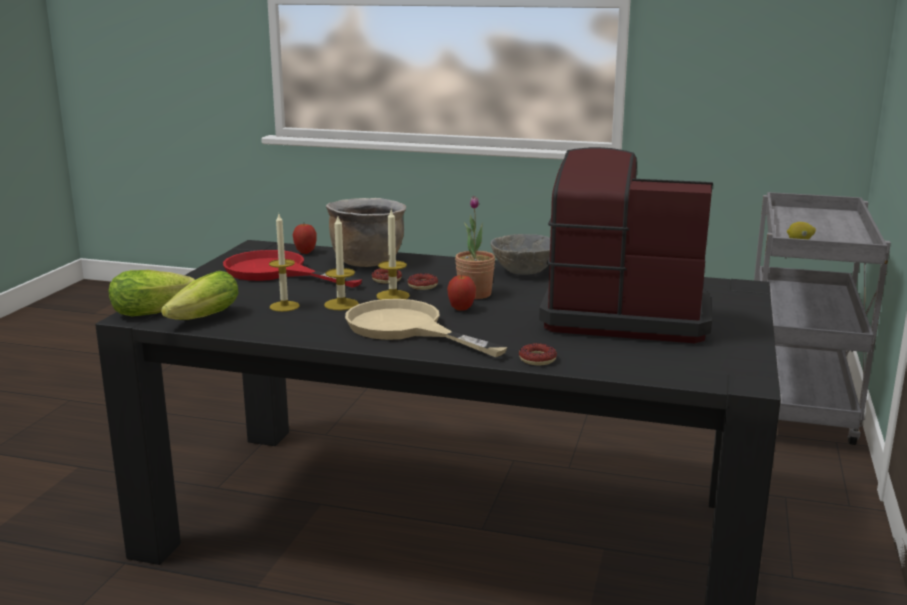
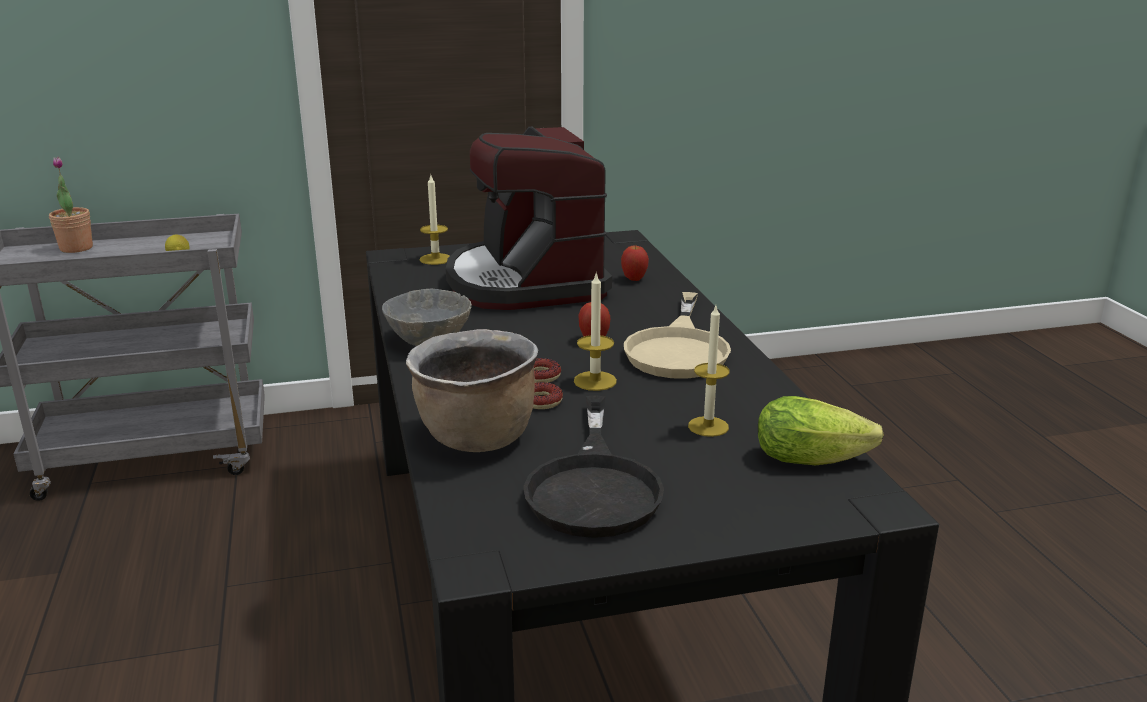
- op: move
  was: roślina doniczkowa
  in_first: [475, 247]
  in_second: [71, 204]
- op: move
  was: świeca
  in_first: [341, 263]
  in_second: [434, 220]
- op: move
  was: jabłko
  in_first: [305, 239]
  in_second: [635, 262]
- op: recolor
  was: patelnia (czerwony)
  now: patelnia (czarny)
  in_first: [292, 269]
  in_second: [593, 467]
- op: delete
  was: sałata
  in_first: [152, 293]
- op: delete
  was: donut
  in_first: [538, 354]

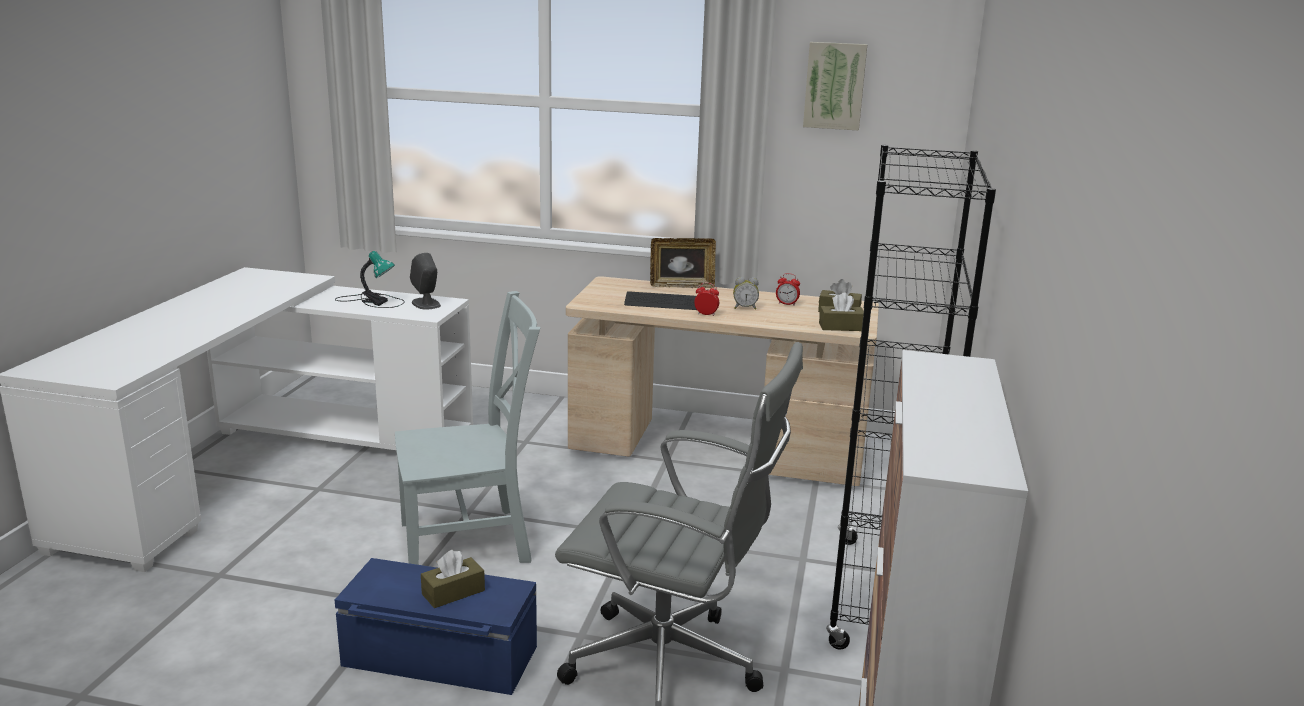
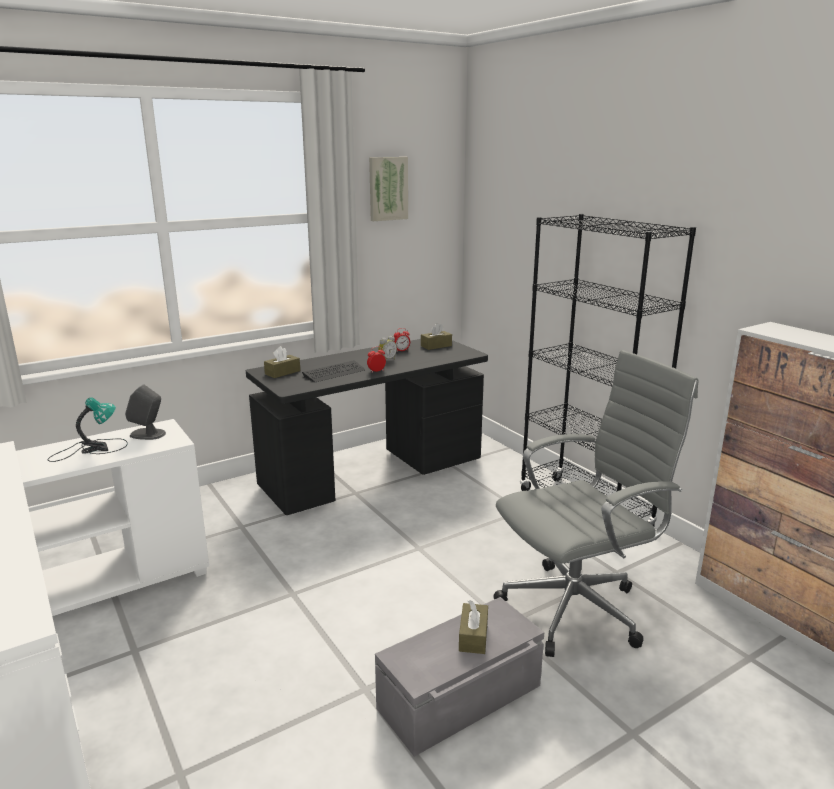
- op: delete
  was: ramka na zdjęcie
  in_first: [683, 263]
- op: recolor
  was: biurko (beżowy)
  now: biurko (czarny)
  in_first: [722, 381]
  in_second: [367, 427]
- op: delete
  was: krzesło (szary)
  in_first: [468, 428]
- op: move
  was: pudełko chusteczek (brązowy)
  in_first: [841, 311]
  in_second: [282, 362]
- op: recolor
  was: pojemnik do przechowywania (niebieski)
  now: pojemnik do przechowywania (szary)
  in_first: [436, 626]
  in_second: [459, 677]

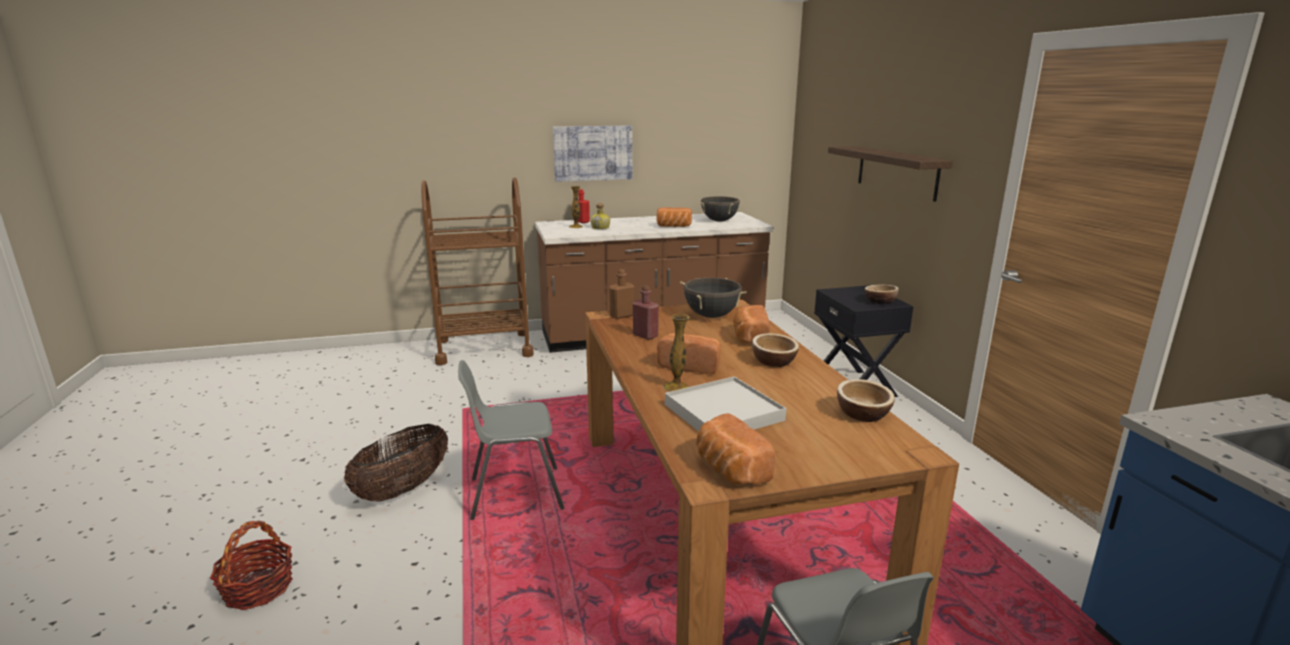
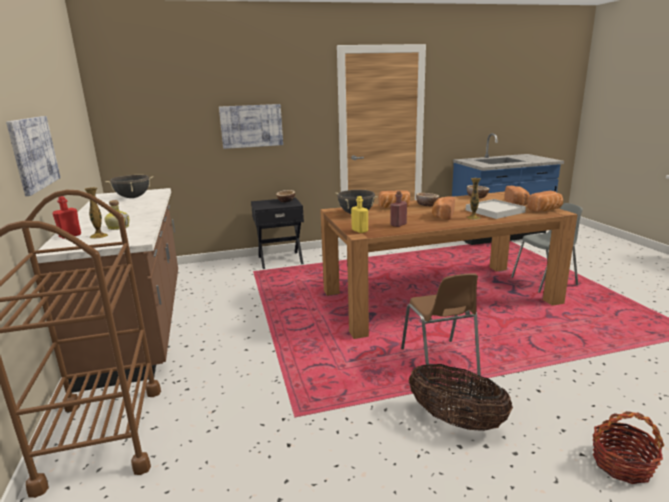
- op: replace
  was: półka
  now: obraz
  in_first: [890, 174]
  in_second: [251, 126]
- op: move
  was: chleb
  in_first: [674, 217]
  in_second: [517, 196]
- op: recolor
  was: butelka (brązowy)
  now: butelka (żółty)
  in_first: [621, 294]
  in_second: [359, 214]
- op: recolor
  was: krzesło (szary)
  now: krzesło (brązowy)
  in_first: [511, 440]
  in_second: [441, 328]

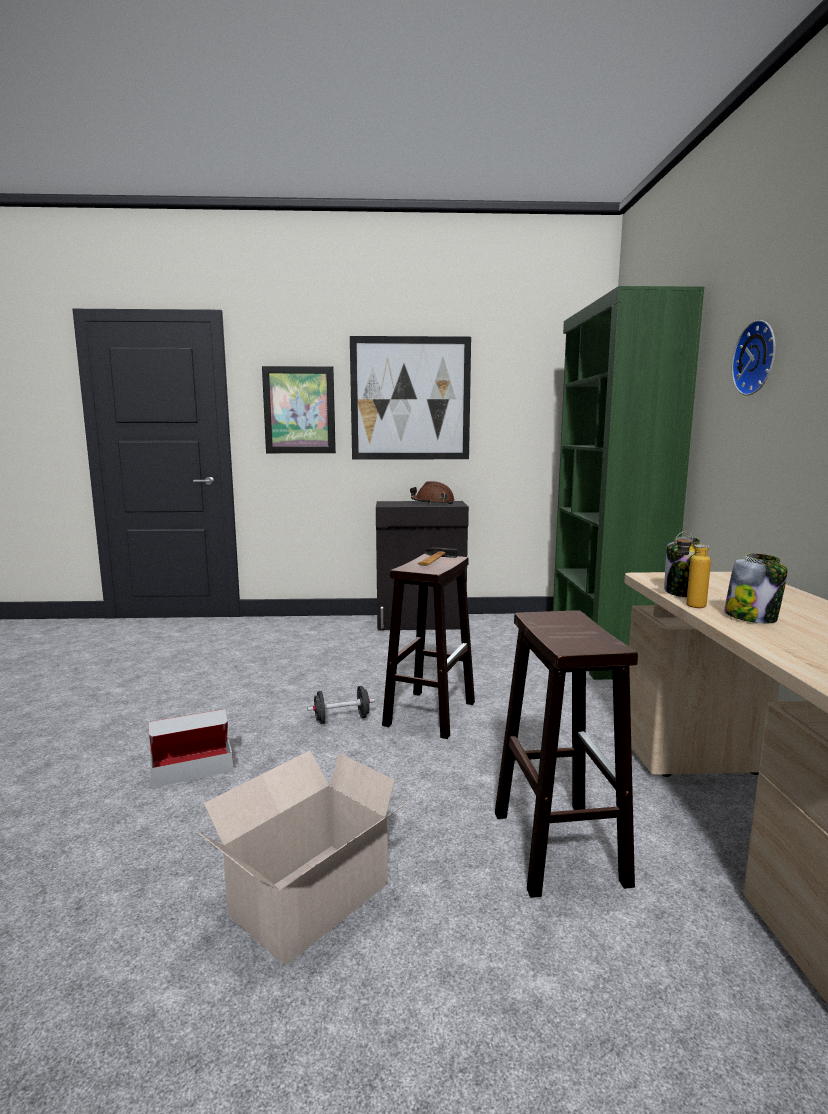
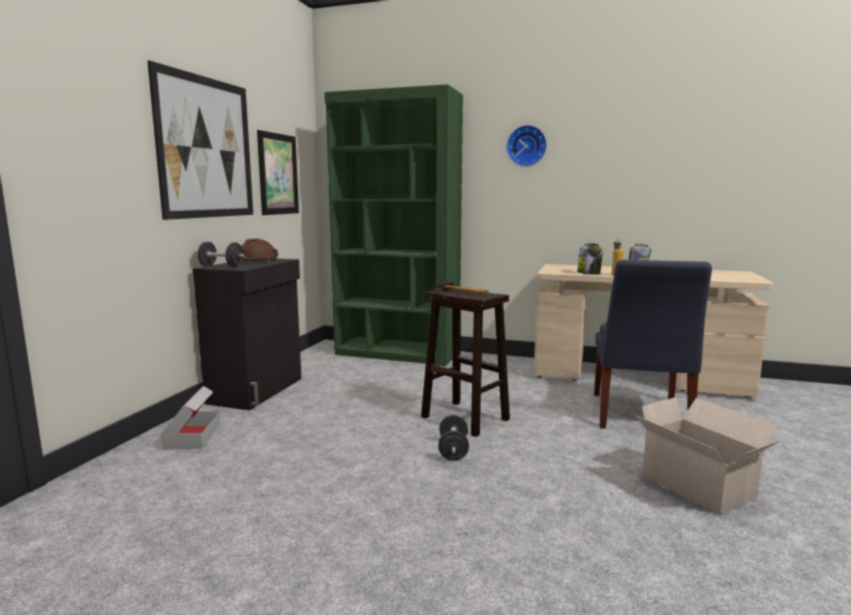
- op: move
  was: obraz
  in_first: [299, 409]
  in_second: [278, 172]
- op: replace
  was: stołek (brązowy)
  now: krzesło (niebieski)
  in_first: [566, 754]
  in_second: [653, 344]
- op: move
  was: karton
  in_first: [190, 748]
  in_second: [190, 418]
- op: insert
  now: hantel (czarny)
  in_second: [221, 255]

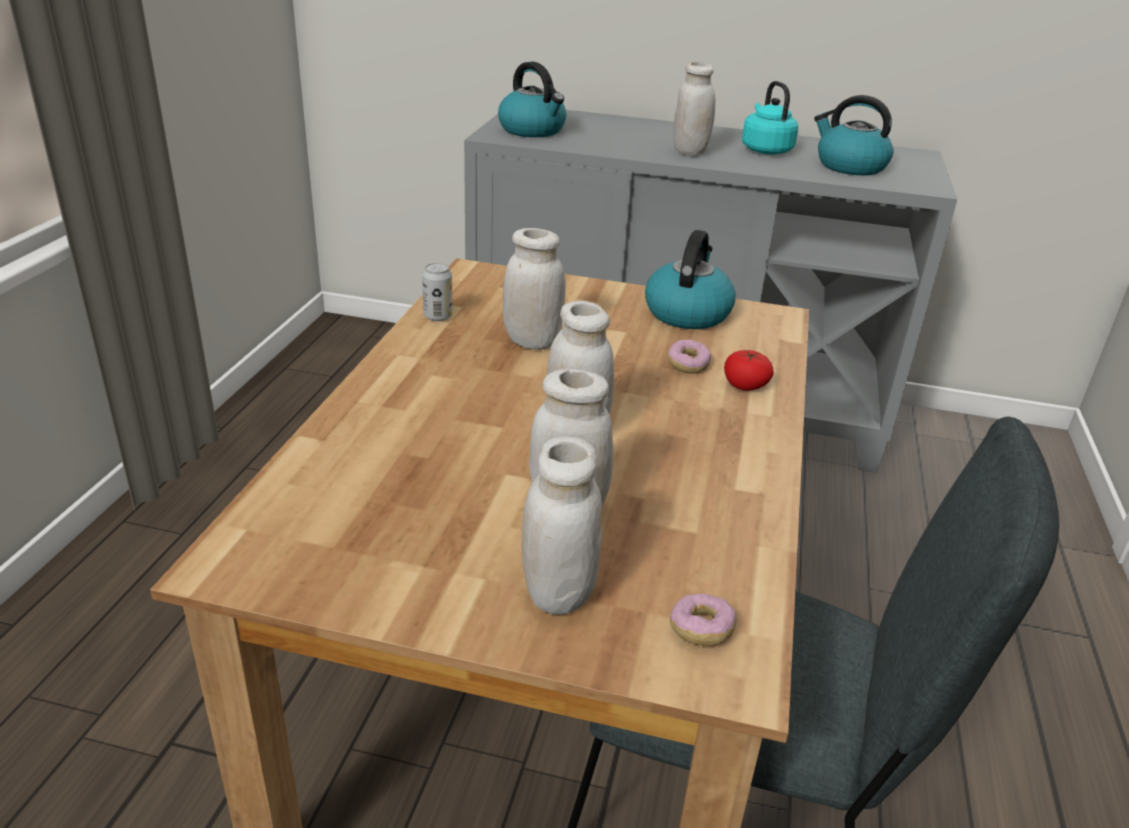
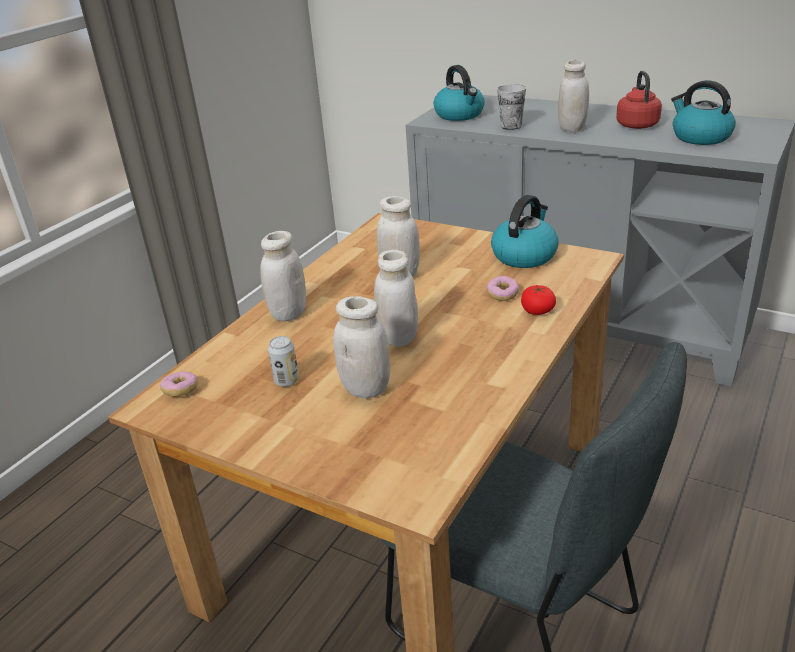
- op: recolor
  was: czajnik (turkusowy)
  now: czajnik (czerwony)
  in_first: [770, 118]
  in_second: [639, 100]
- op: move
  was: puszka
  in_first: [437, 292]
  in_second: [283, 361]
- op: move
  was: słoik (biały)
  in_first: [562, 525]
  in_second: [283, 276]
- op: move
  was: donut
  in_first: [703, 619]
  in_second: [179, 384]
- op: insert
  now: filiżanka
  in_second: [511, 107]

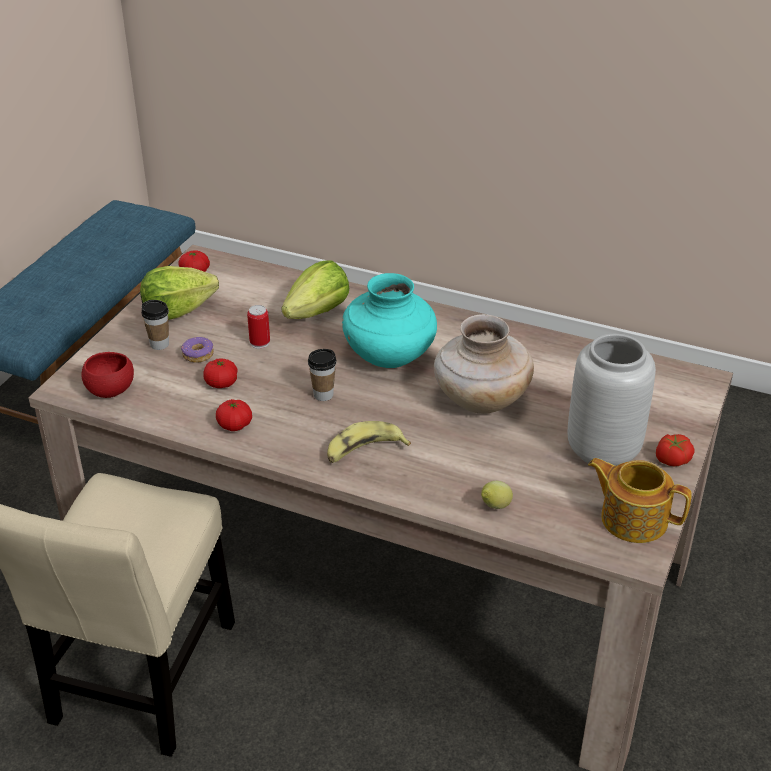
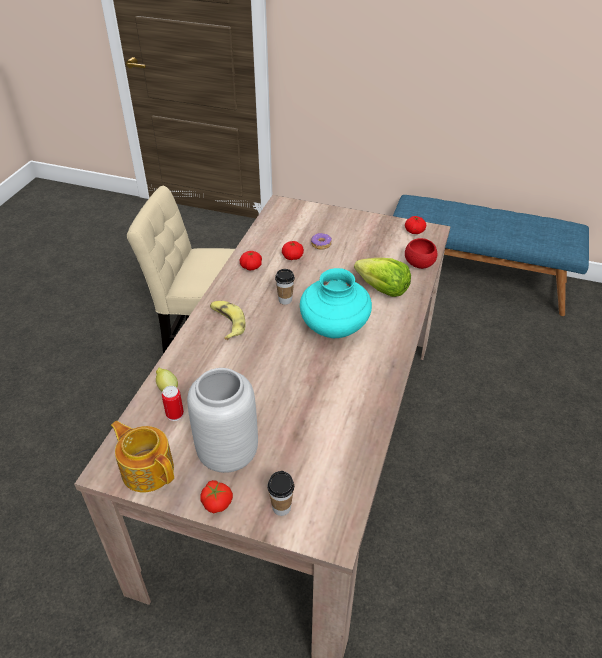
- op: delete
  was: sałata
  in_first: [179, 293]
- op: move
  was: filiżanka
  in_first: [155, 325]
  in_second: [280, 493]
- op: move
  was: puszka
  in_first: [258, 327]
  in_second: [173, 403]
- op: delete
  was: wazon (beżowy)
  in_first: [484, 364]
- op: move
  was: miska (czerwony)
  in_first: [107, 375]
  in_second: [421, 253]
- op: rotate
  was: imbryk
  in_first: [640, 500]
  in_second: [142, 457]
  clockwise: -75

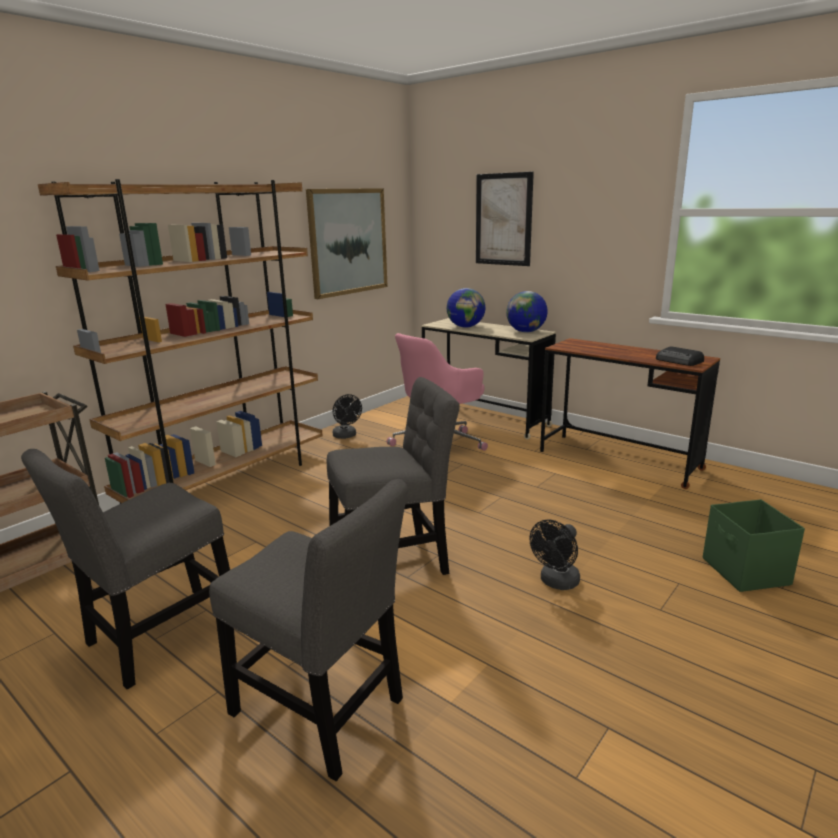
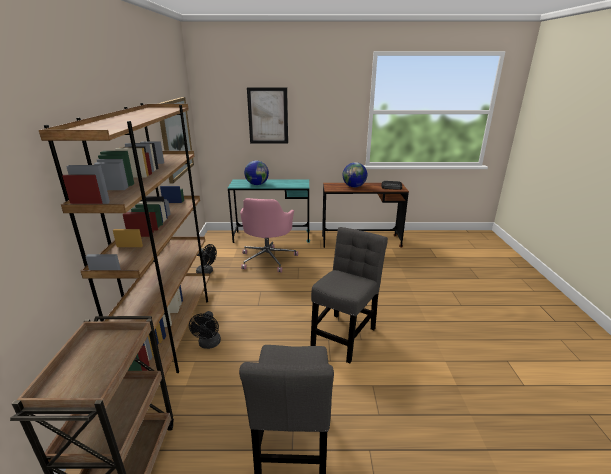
- op: move
  was: globus
  in_first: [527, 311]
  in_second: [355, 174]
- op: recolor
  was: biurko (beżowy)
  now: biurko (turkusowy)
  in_first: [488, 379]
  in_second: [269, 211]
- op: delete
  was: krzesło (szary)
  in_first: [308, 630]
- op: delete
  was: pojemnik do przechowywania (zielony)
  in_first: [754, 545]
- op: move
  was: wentylator (czarny)
  in_first: [554, 554]
  in_second: [205, 330]

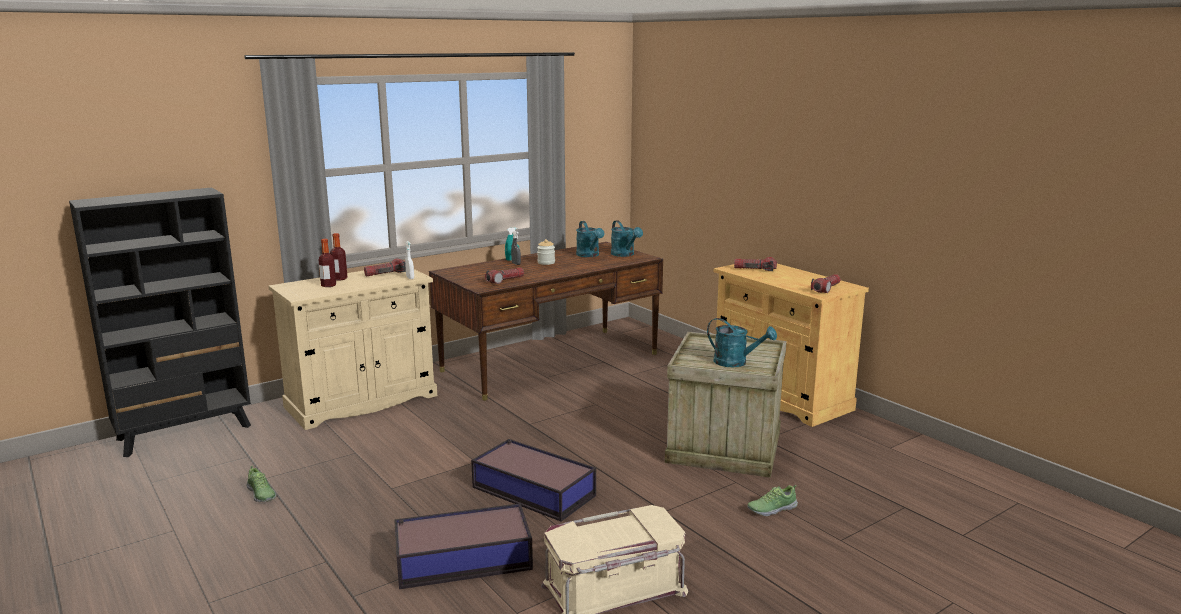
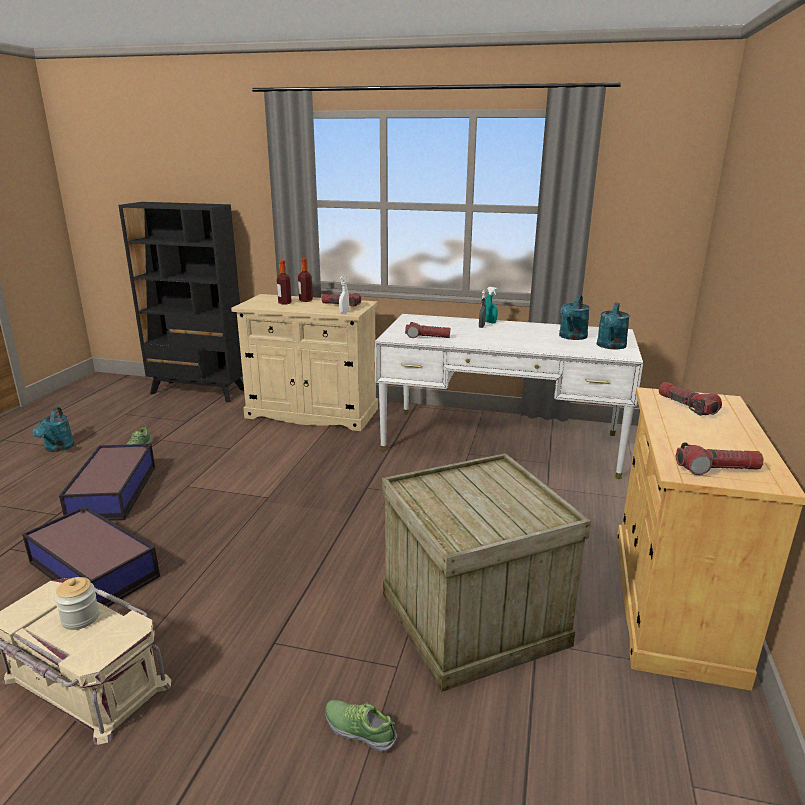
- op: move
  was: słoik
  in_first: [546, 252]
  in_second: [77, 603]
- op: recolor
  was: biurko (brązowy)
  now: biurko (biały)
  in_first: [546, 321]
  in_second: [509, 396]
- op: move
  was: konewka (turkusowy)
  in_first: [742, 342]
  in_second: [53, 429]
- op: move
  was: pojemnik do przechowywania
  in_first: [533, 480]
  in_second: [107, 482]

